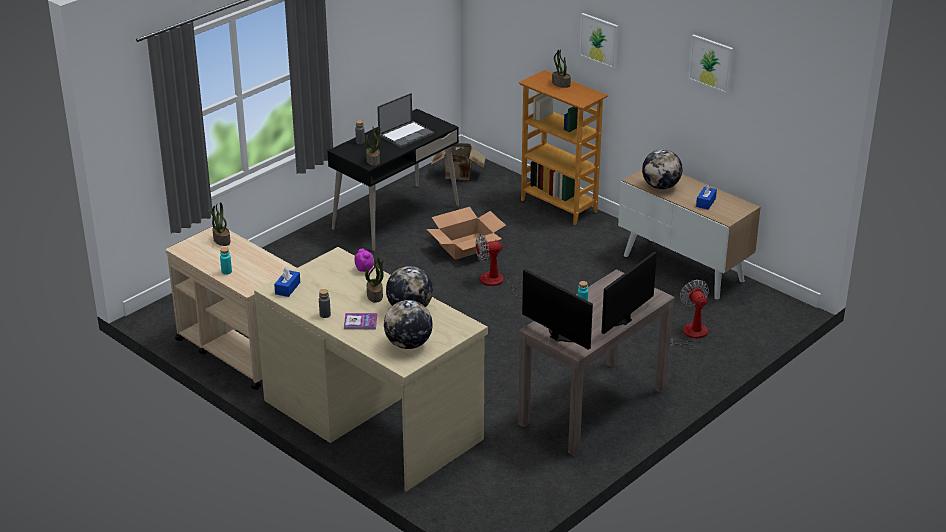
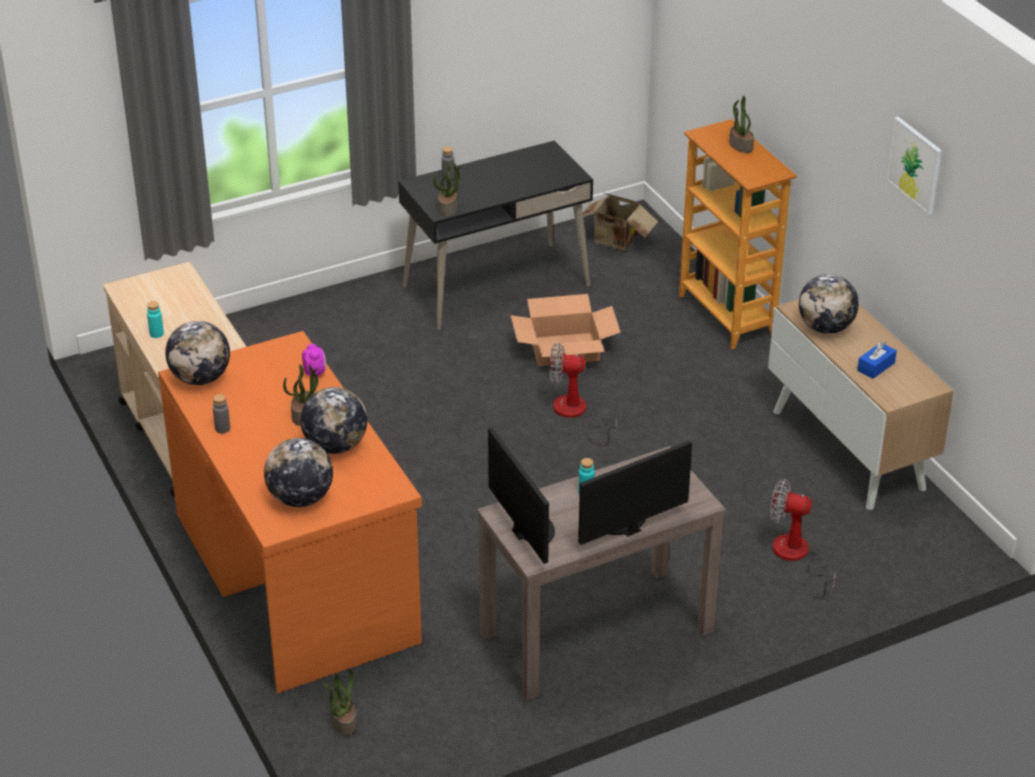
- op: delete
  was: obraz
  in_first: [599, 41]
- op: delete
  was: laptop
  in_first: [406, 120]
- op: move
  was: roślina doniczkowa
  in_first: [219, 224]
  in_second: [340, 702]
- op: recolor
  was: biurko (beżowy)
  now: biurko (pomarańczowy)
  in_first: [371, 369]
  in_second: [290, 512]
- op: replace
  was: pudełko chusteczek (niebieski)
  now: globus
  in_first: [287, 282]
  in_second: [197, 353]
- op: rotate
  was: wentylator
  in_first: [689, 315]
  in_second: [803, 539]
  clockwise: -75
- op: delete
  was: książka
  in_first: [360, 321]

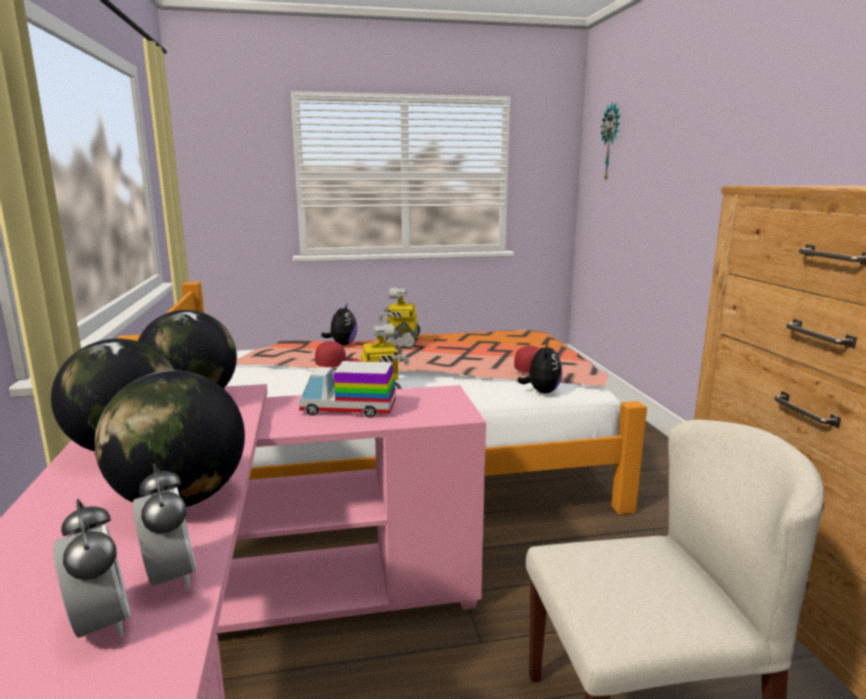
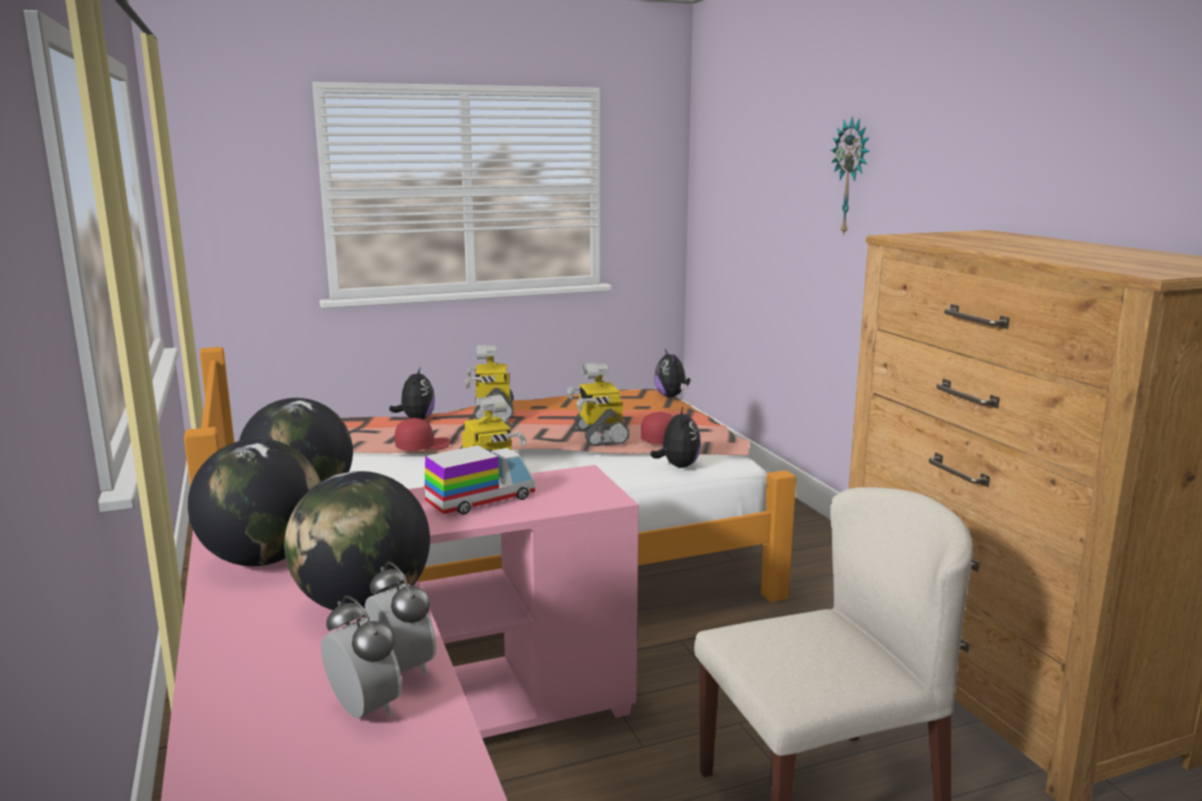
- op: move
  was: zegar ścienny
  in_first: [610, 141]
  in_second: [850, 177]
- op: rotate
  was: ciężarówka zabawkowa
  in_first: [347, 389]
  in_second: [480, 480]
  clockwise: 150
- op: insert
  now: pluszak
  in_second: [672, 373]
- op: insert
  now: robot zabawkowy
  in_second: [598, 404]

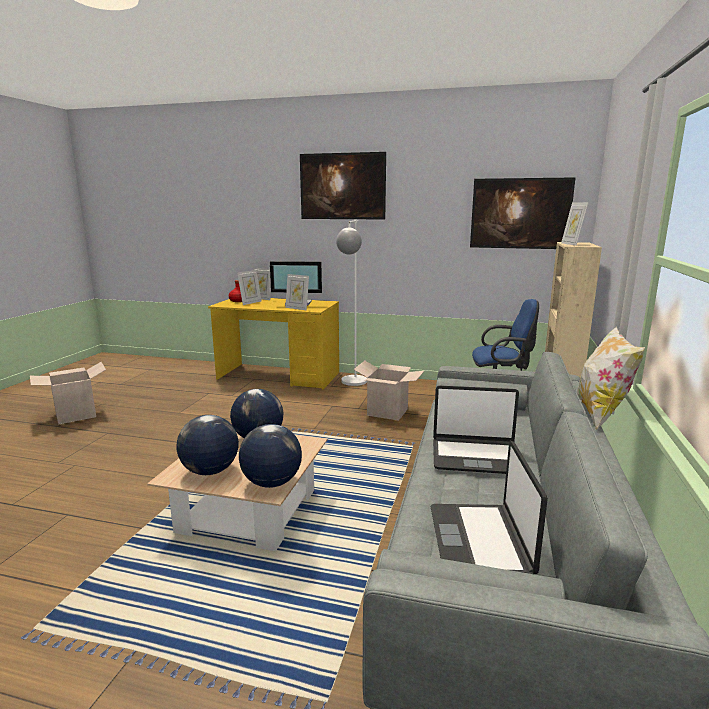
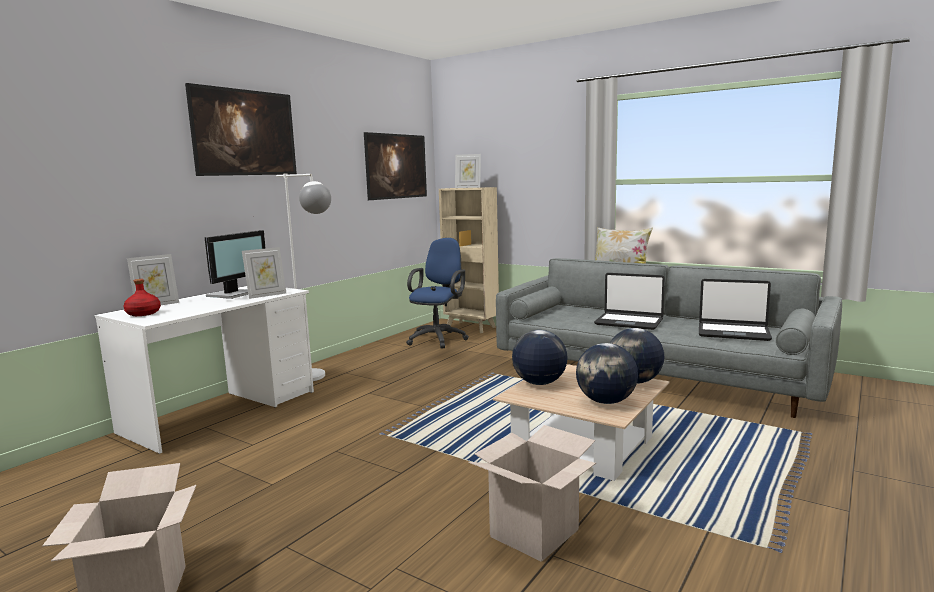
- op: delete
  was: ramka na zdjęcie
  in_first: [249, 287]
- op: recolor
  was: biurko (żółty)
  now: biurko (biały)
  in_first: [273, 344]
  in_second: [204, 370]
- op: move
  was: karton
  in_first: [388, 391]
  in_second: [532, 493]
- op: rotate
  was: laptop
  in_first: [476, 430]
  in_second: [629, 301]
  clockwise: 90

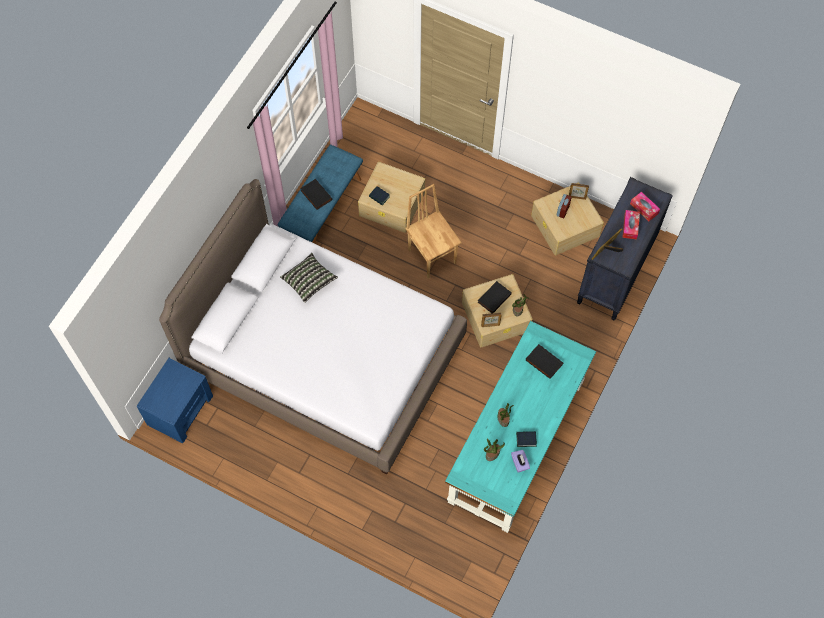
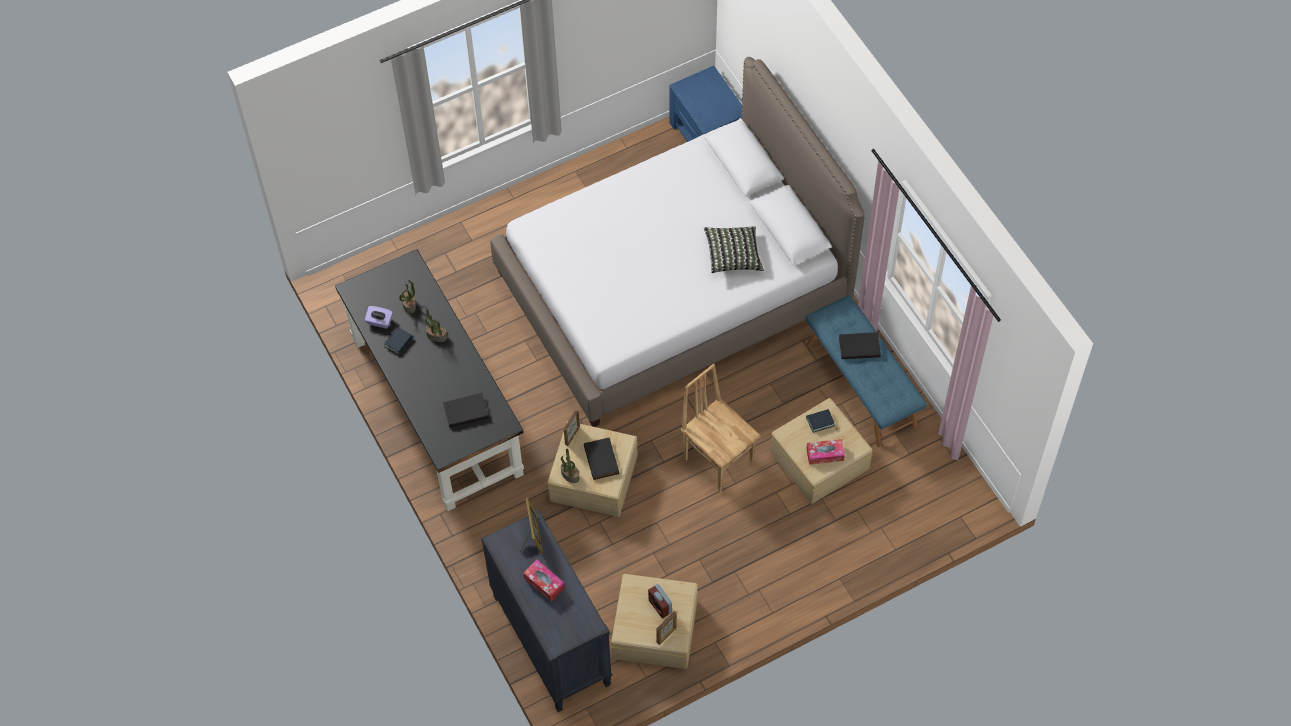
- op: rotate
  was: krzesło (brązowy)
  in_first: [433, 231]
  in_second: [720, 428]
  clockwise: -135
- op: move
  was: pudełko chusteczek
  in_first: [645, 206]
  in_second: [825, 452]
- op: recolor
  was: biurko (turkusowy)
  now: biurko (czarny)
  in_first: [520, 427]
  in_second: [429, 380]

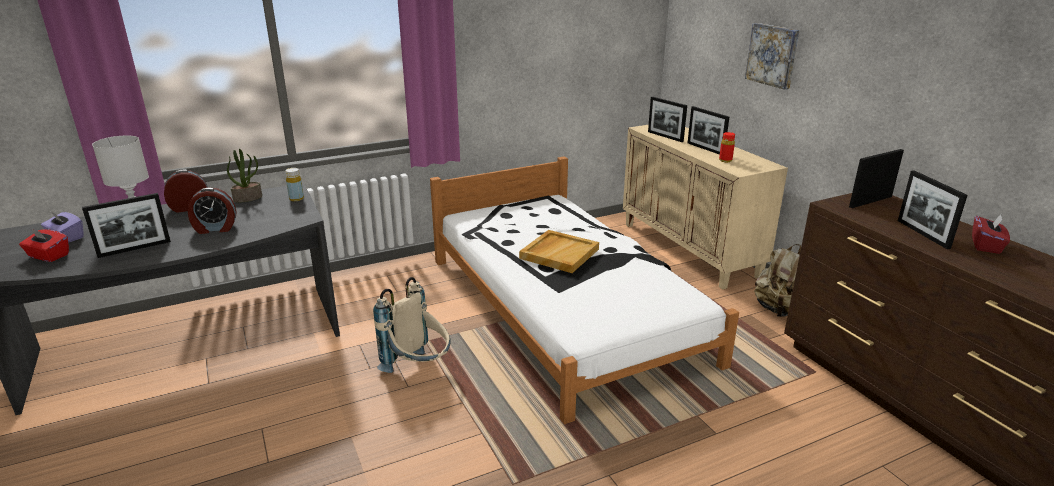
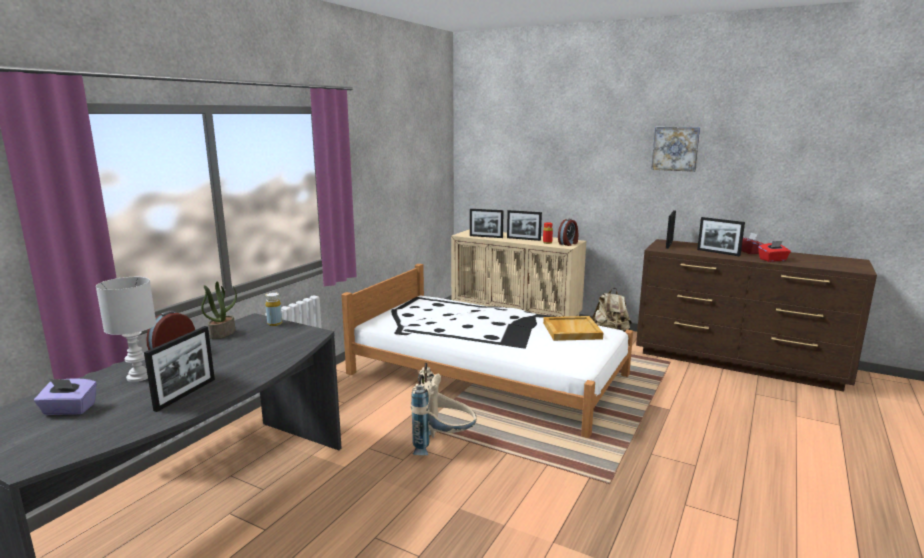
- op: move
  was: obraz
  in_first: [772, 56]
  in_second: [676, 149]
- op: move
  was: budzik
  in_first: [212, 210]
  in_second: [568, 232]
- op: move
  was: pudełko chusteczek (czerwony)
  in_first: [44, 245]
  in_second: [774, 251]
- op: move
  was: taca (beżowy)
  in_first: [559, 251]
  in_second: [573, 328]

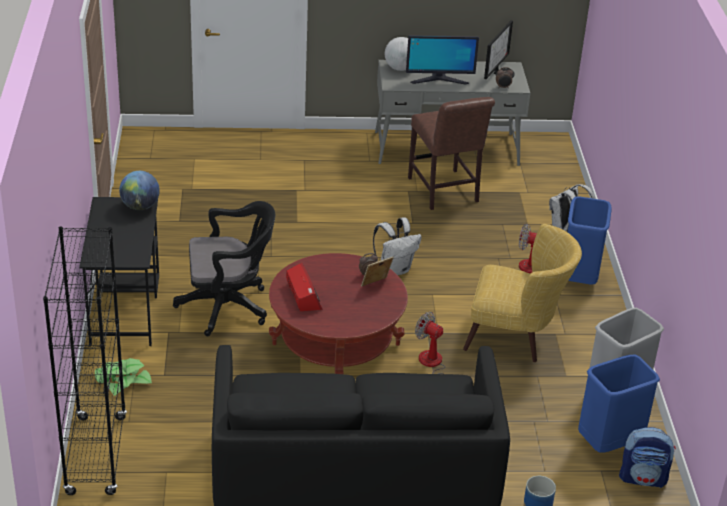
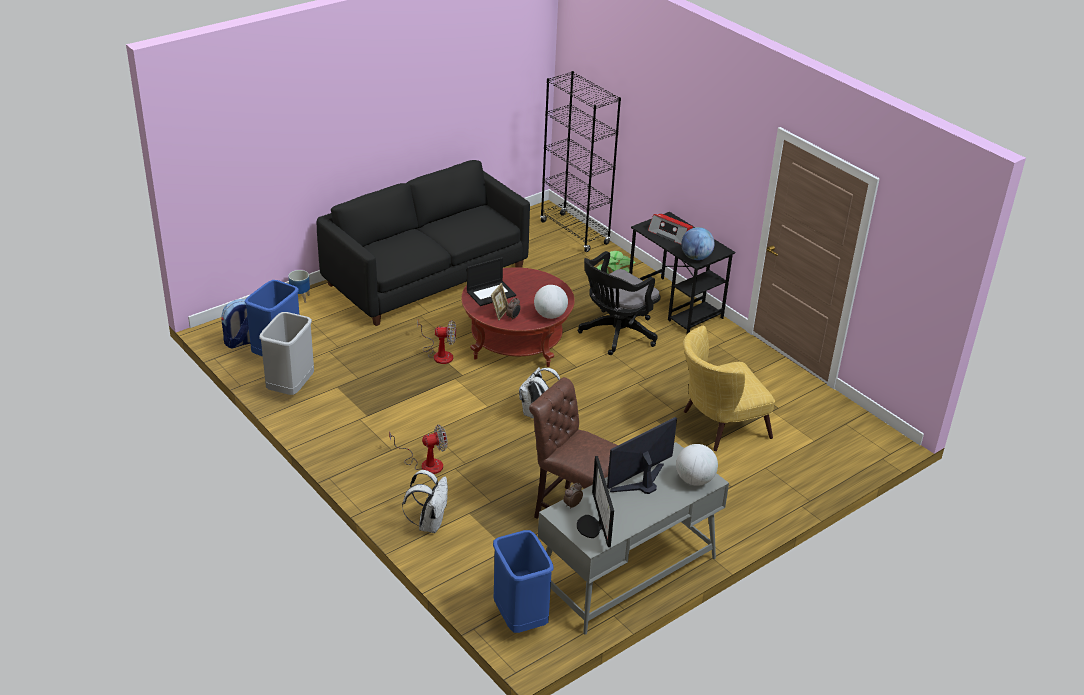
- op: move
  was: kosz na śmieci (niebieski)
  in_first: [590, 240]
  in_second: [523, 581]
- op: move
  was: fotel (żółty)
  in_first: [522, 293]
  in_second: [729, 388]
- op: move
  was: radio
  in_first: [304, 287]
  in_second: [670, 229]
- op: insert
  now: laptop
  in_second: [491, 281]
- op: insert
  now: globus
  in_second: [551, 302]

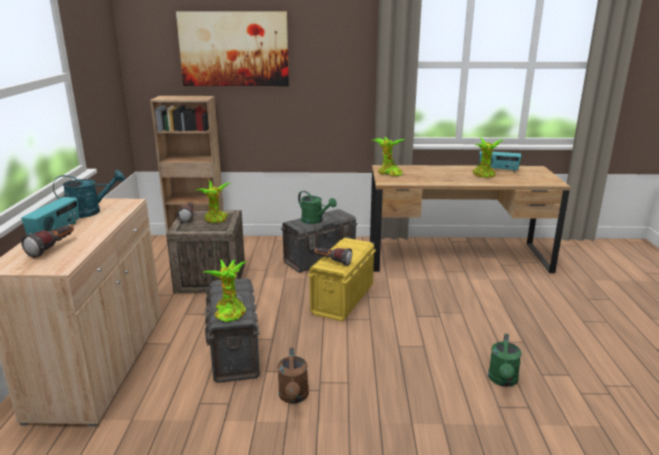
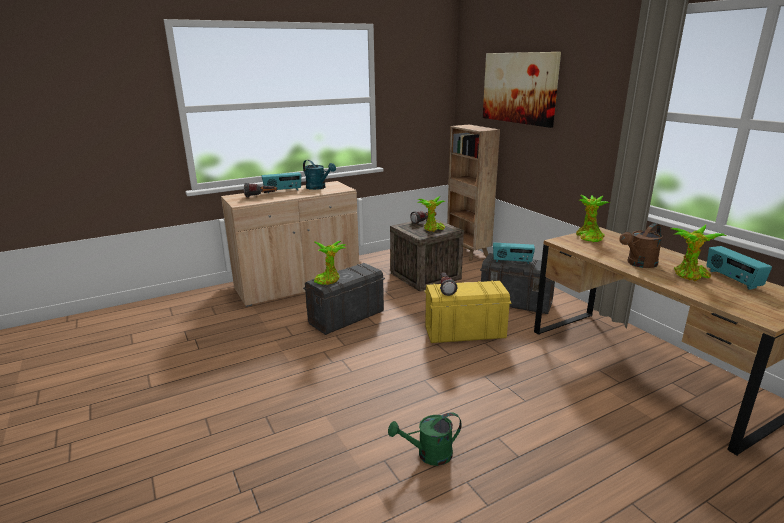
- op: replace
  was: konewka (zielony)
  now: radio
  in_first: [317, 207]
  in_second: [514, 253]
- op: move
  was: konewka (brązowy)
  in_first: [293, 376]
  in_second: [641, 245]

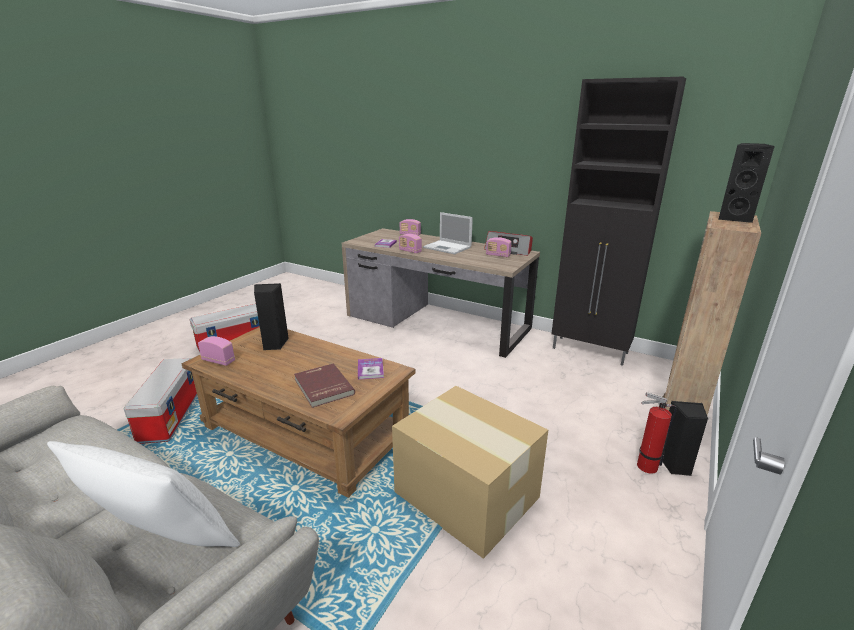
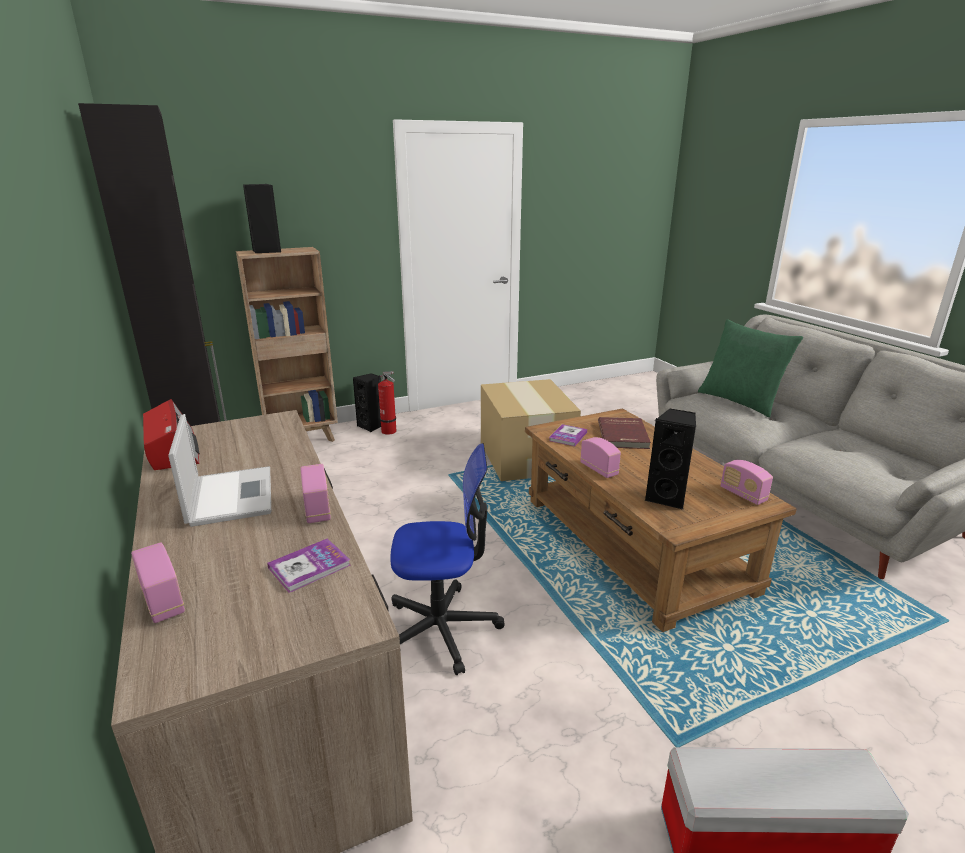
- op: move
  was: radio
  in_first: [499, 247]
  in_second: [600, 457]
- op: delete
  was: pojemnik do przechowywania
  in_first: [160, 401]
- op: recolor
  was: poduszka (biały)
  now: poduszka (zielony)
  in_first: [143, 494]
  in_second: [750, 368]
- op: insert
  now: krzesło biurowe
  in_second: [447, 559]

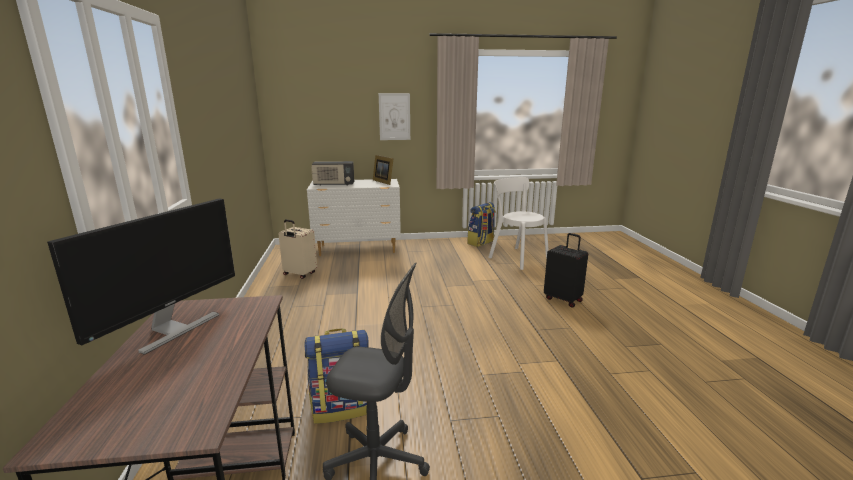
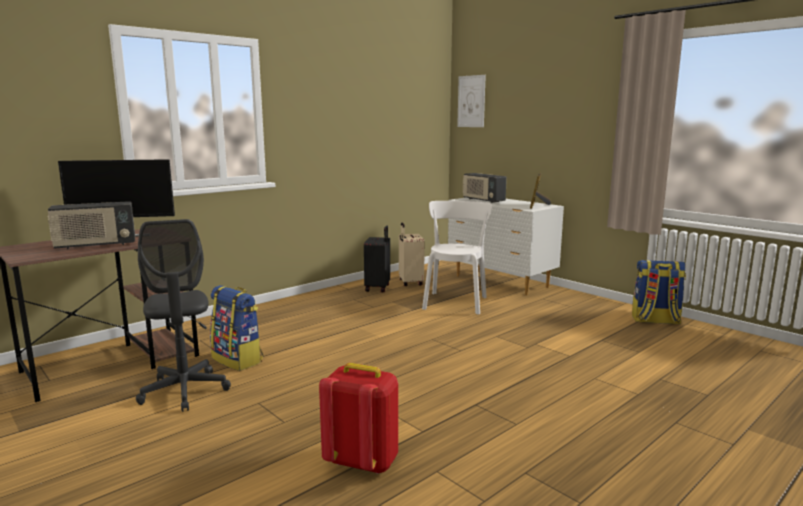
- op: move
  was: obraz
  in_first: [394, 116]
  in_second: [471, 101]
- op: move
  was: krzesło (biały)
  in_first: [518, 223]
  in_second: [457, 257]
- op: move
  was: walizka (czarny)
  in_first: [566, 270]
  in_second: [377, 259]
- op: insert
  now: radio
  in_second: [91, 225]
- op: insert
  now: plecak (czerwony)
  in_second: [358, 418]

